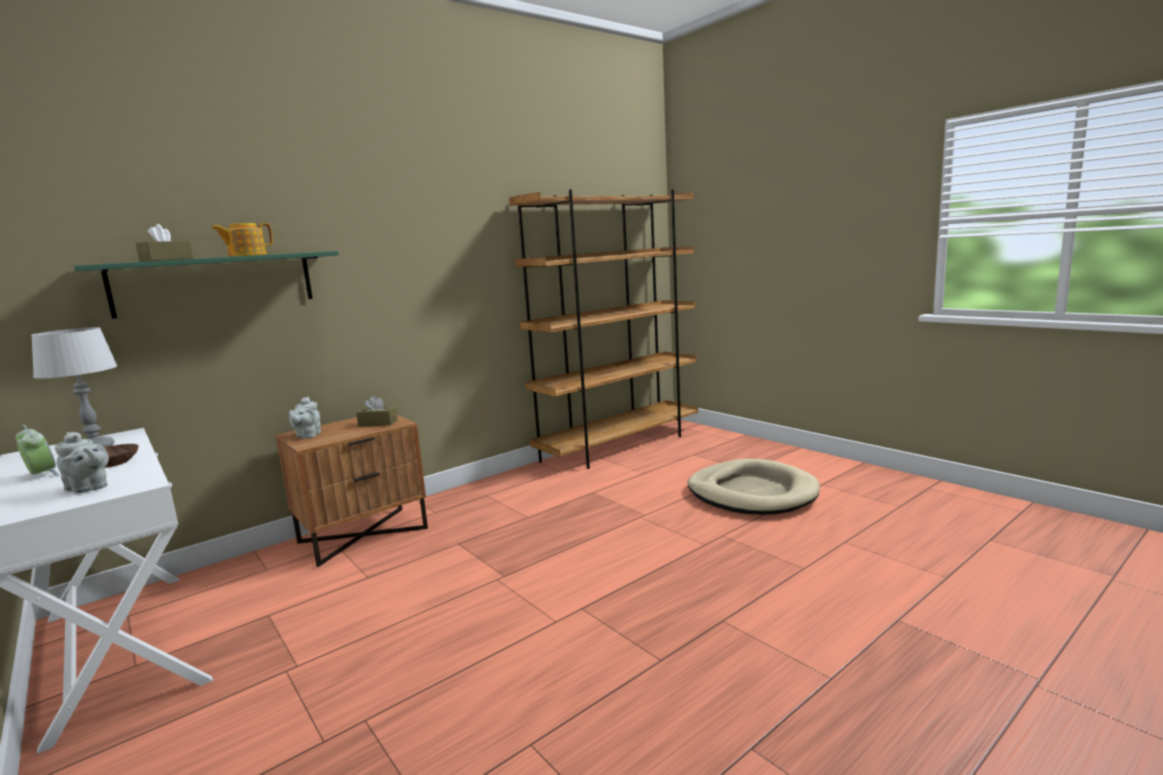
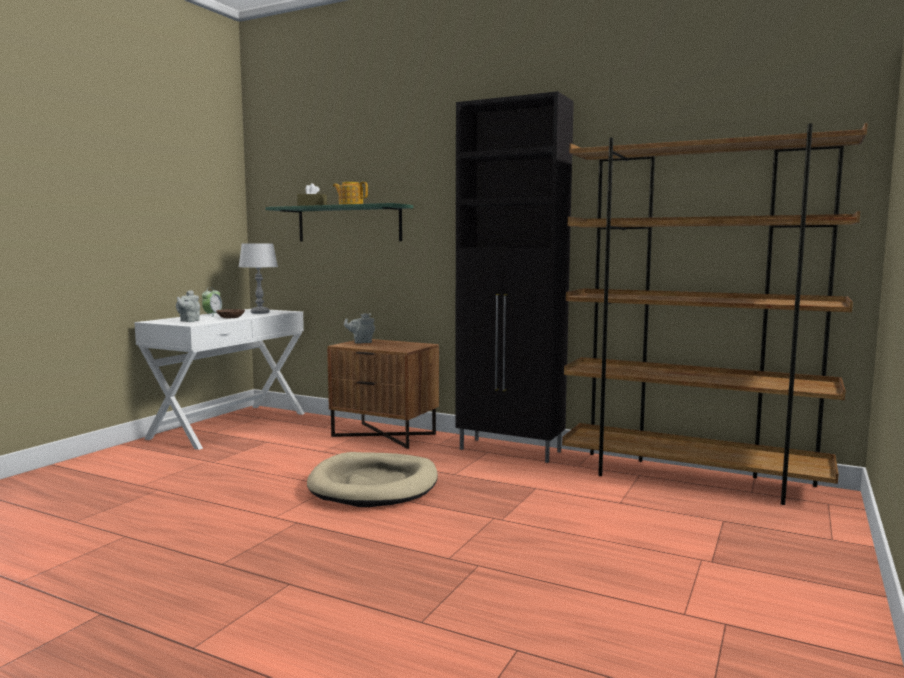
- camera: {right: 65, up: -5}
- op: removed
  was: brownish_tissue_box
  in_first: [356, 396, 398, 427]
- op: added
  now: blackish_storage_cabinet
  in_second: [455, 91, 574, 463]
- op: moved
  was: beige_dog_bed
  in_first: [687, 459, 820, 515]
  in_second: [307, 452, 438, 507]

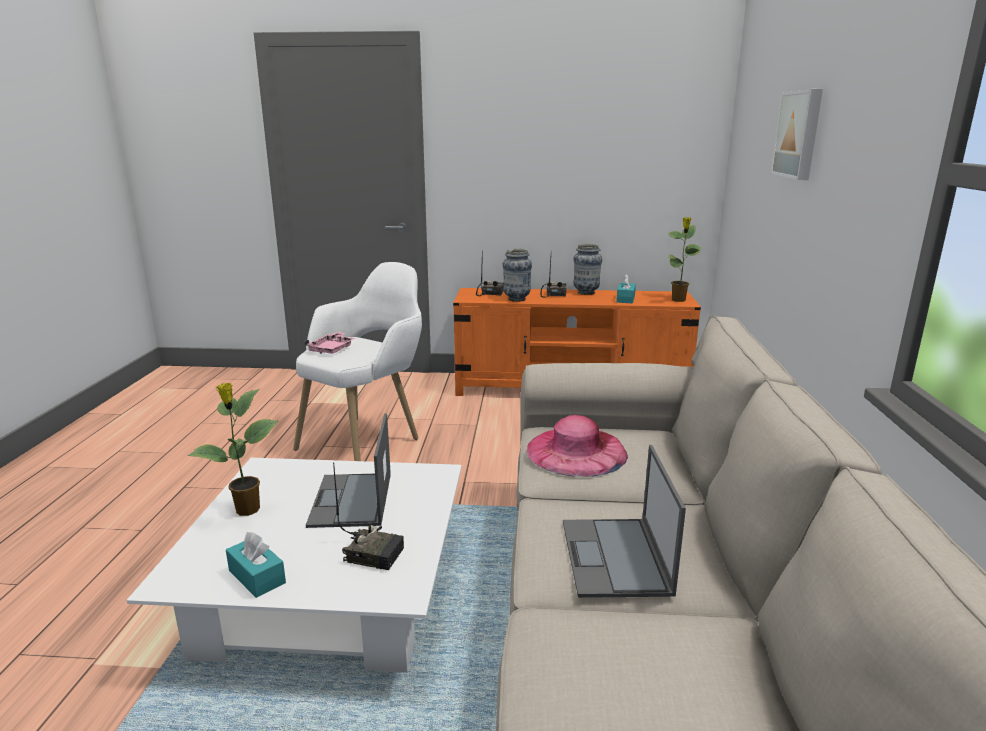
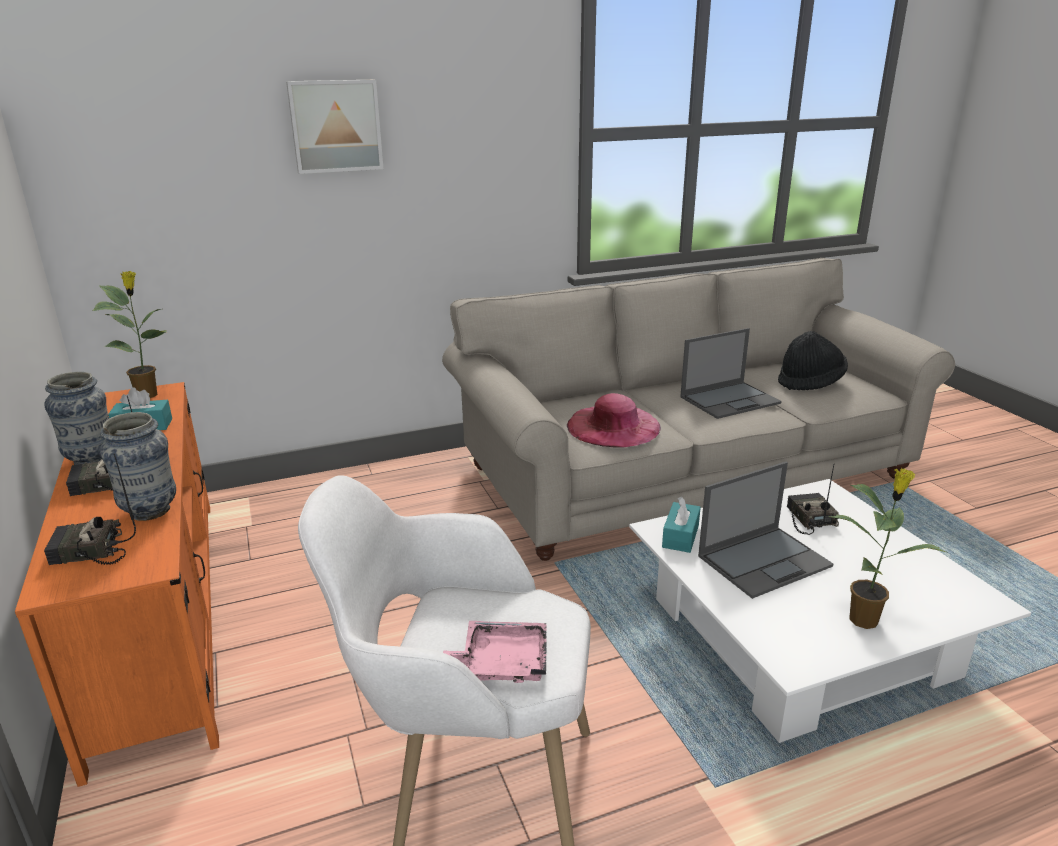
- camera: {right: -115, up: 5}
- op: added
  now: blackish_hat
  in_second: [778, 331, 848, 390]
- op: moved
  was: turquoise_tissue_box
  in_first: [226, 532, 286, 598]
  in_second: [662, 496, 701, 553]

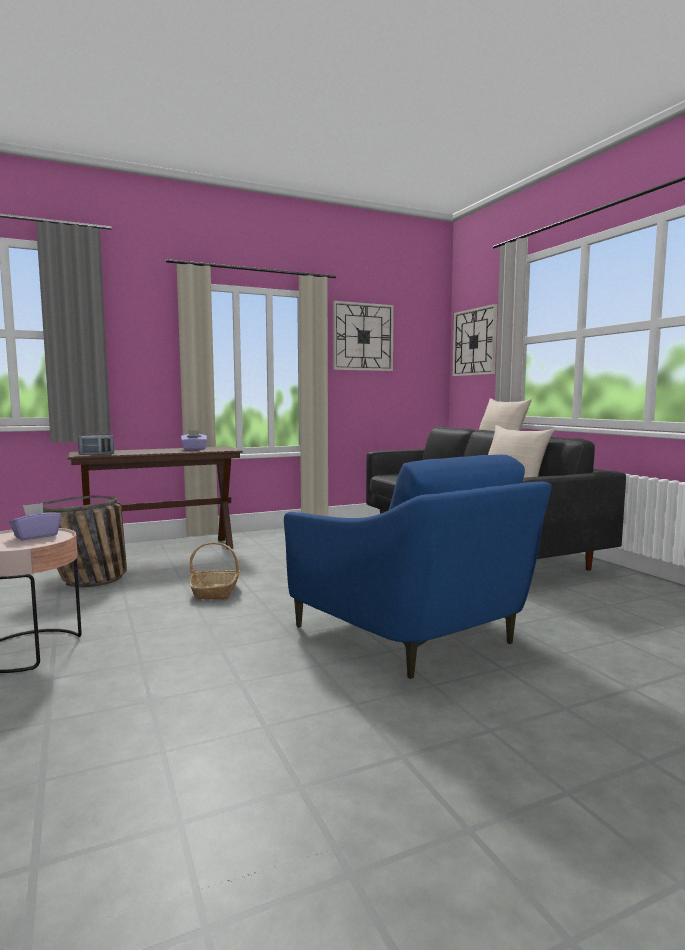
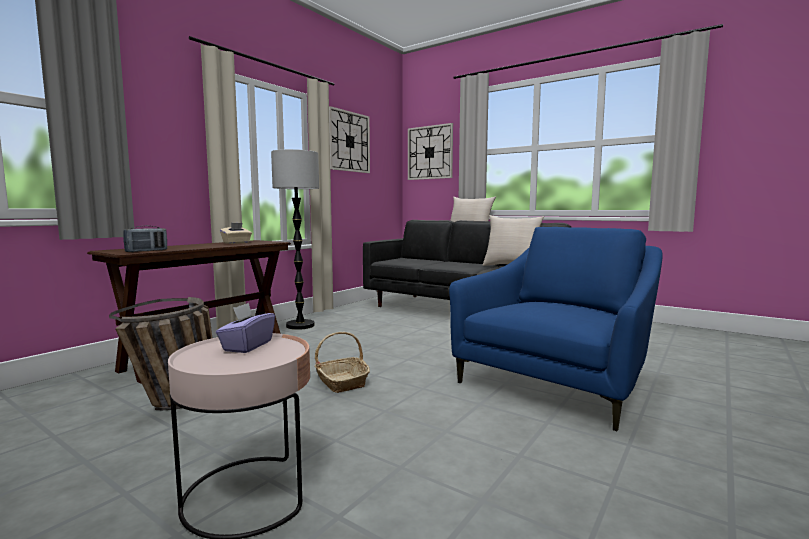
- camera: {right: -30, up: 0}
- op: added
  now: standing_lamp
  in_second: [271, 149, 319, 330]
- op: recoloured
  was: purplish_tissue_box
  now: beige_tissue_box
  in_first: [181, 430, 207, 450]
  in_second: [220, 223, 252, 244]
- op: turned
  was: bluish_lounge_chair
  in_first: [284, 455, 552, 679]
  in_second: [449, 227, 662, 431]
  clockwise: -75

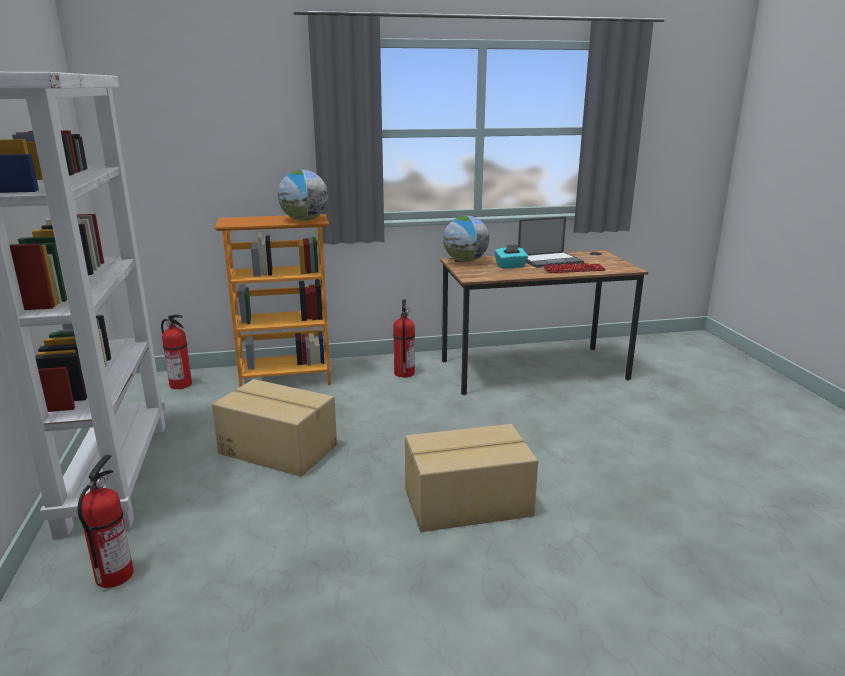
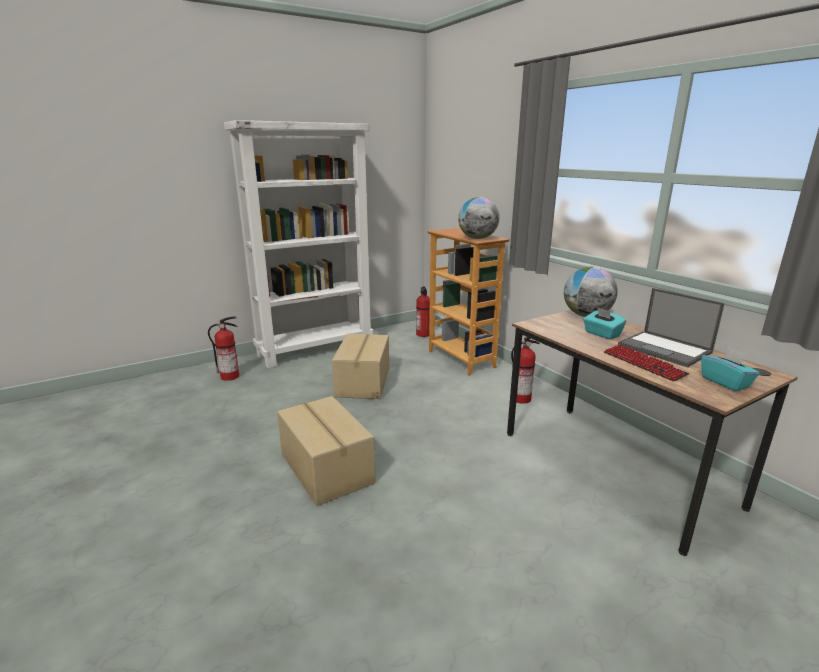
- camera: {right: 70, up: 0}
- op: added
  now: turquoise_tissue_box
  in_second: [701, 347, 760, 391]

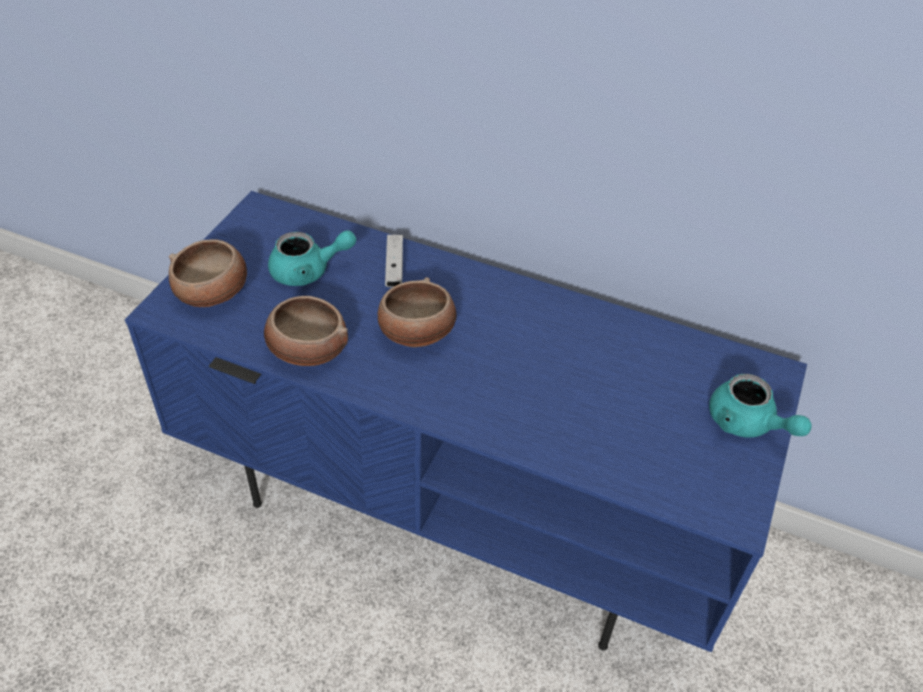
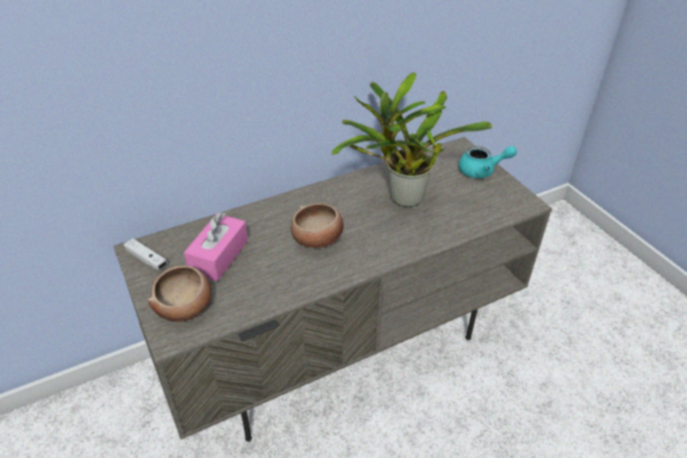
- camera: {right: -50, up: -5}
- op: removed
  was: bowl
  in_first: [264, 296, 348, 366]
- op: added
  now: potted_plant
  in_second: [332, 72, 492, 207]
- op: moved
  was: whitish_game_controller
  in_first: [385, 235, 403, 287]
  in_second: [124, 238, 167, 270]
- op: replaced
  was: turquoise_teapot
  now: pinkish_tissue_box
  in_first: [268, 230, 357, 286]
  in_second: [184, 212, 248, 281]
- op: recoloured
  was: bluish_tv_unit
  now: grey_tv_unit
  in_first: [125, 191, 807, 652]
  in_second: [113, 137, 552, 442]

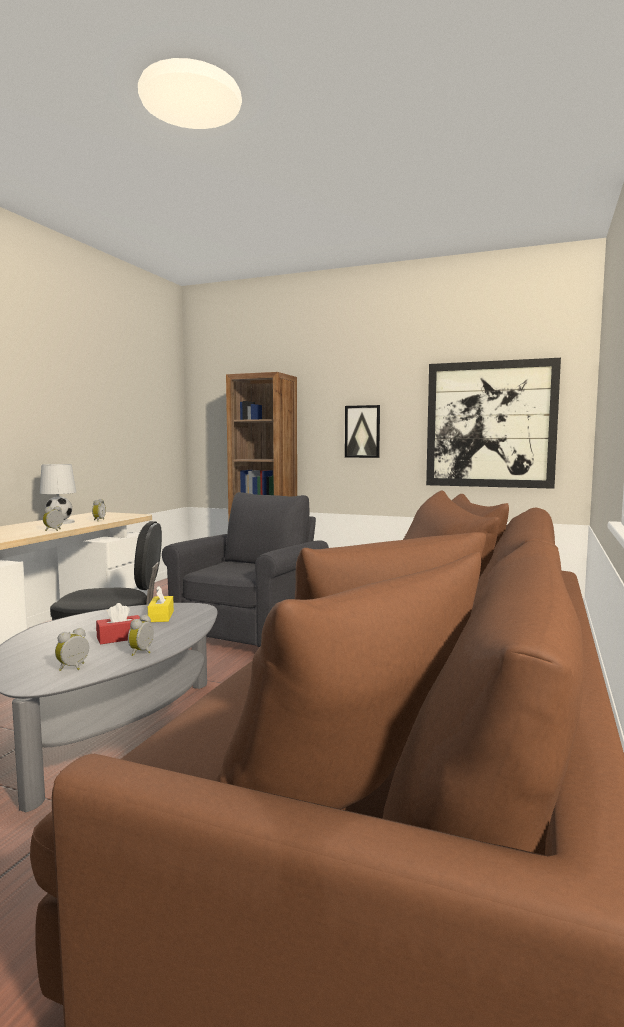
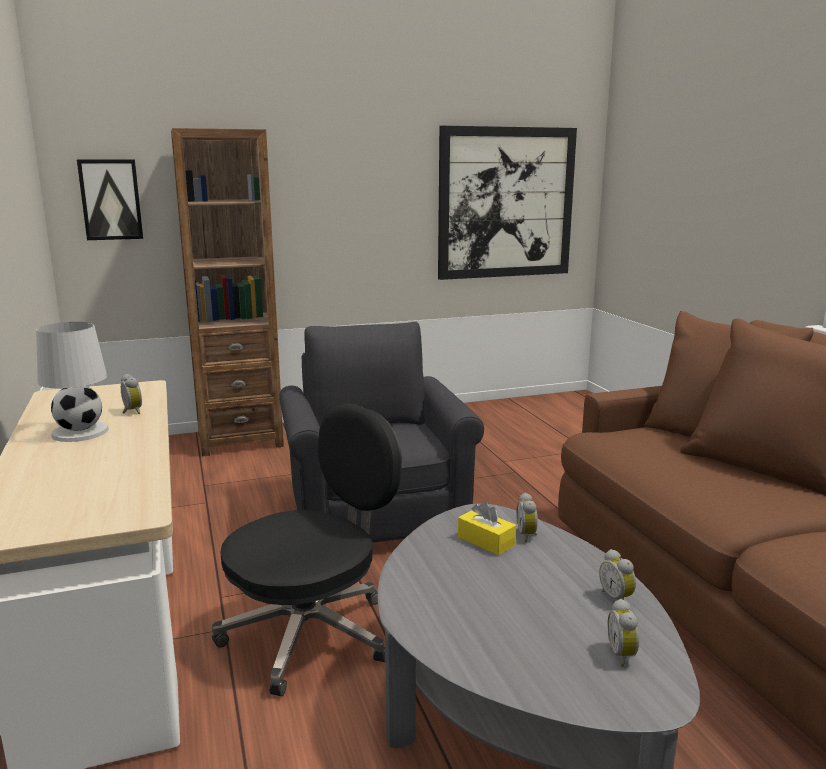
- camera: {right: -40, up: 10}
- op: removed
  was: red_tissue_box
  in_first: [96, 603, 140, 644]
- op: moved
  was: alarm_clock
  in_first: [43, 506, 64, 531]
  in_second: [516, 493, 537, 542]
- op: moved
  was: wall_art
  in_first: [345, 405, 380, 458]
  in_second: [77, 159, 143, 240]

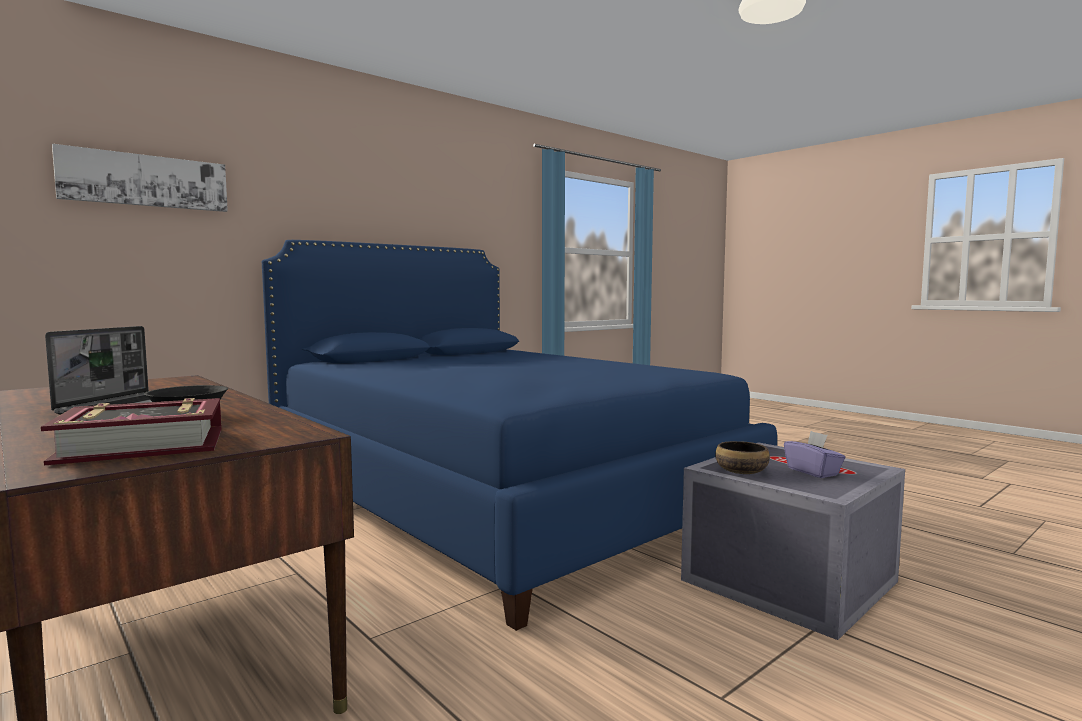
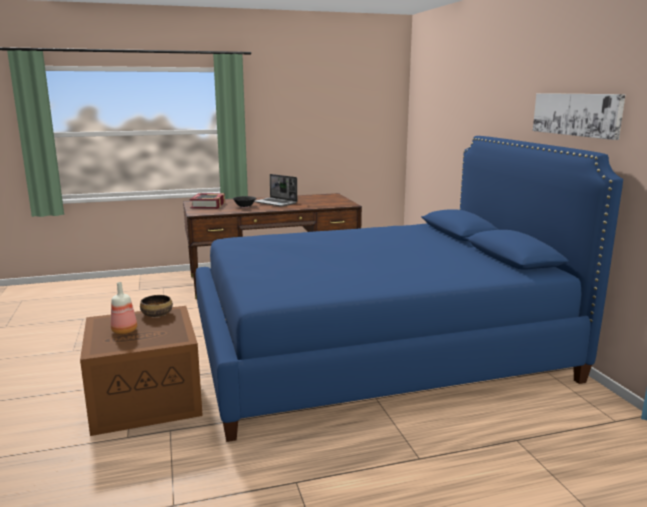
- camera: {right: 115, up: 10}
- op: moved
  was: wall_art
  in_first: [52, 144, 228, 212]
  in_second: [533, 93, 625, 140]
- op: replaced
  was: purplish_tissue_box
  now: beverage_bottle
  in_first: [784, 431, 846, 478]
  in_second: [111, 282, 137, 334]
- op: recoloured
  was: grey_storage_box
  now: brownish_storage_box
  in_first: [681, 442, 905, 640]
  in_second: [80, 306, 203, 436]

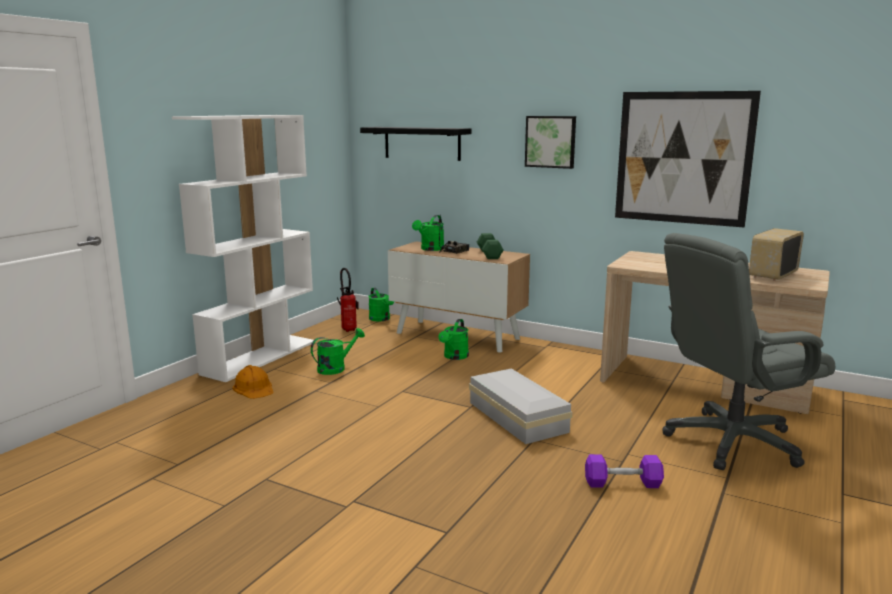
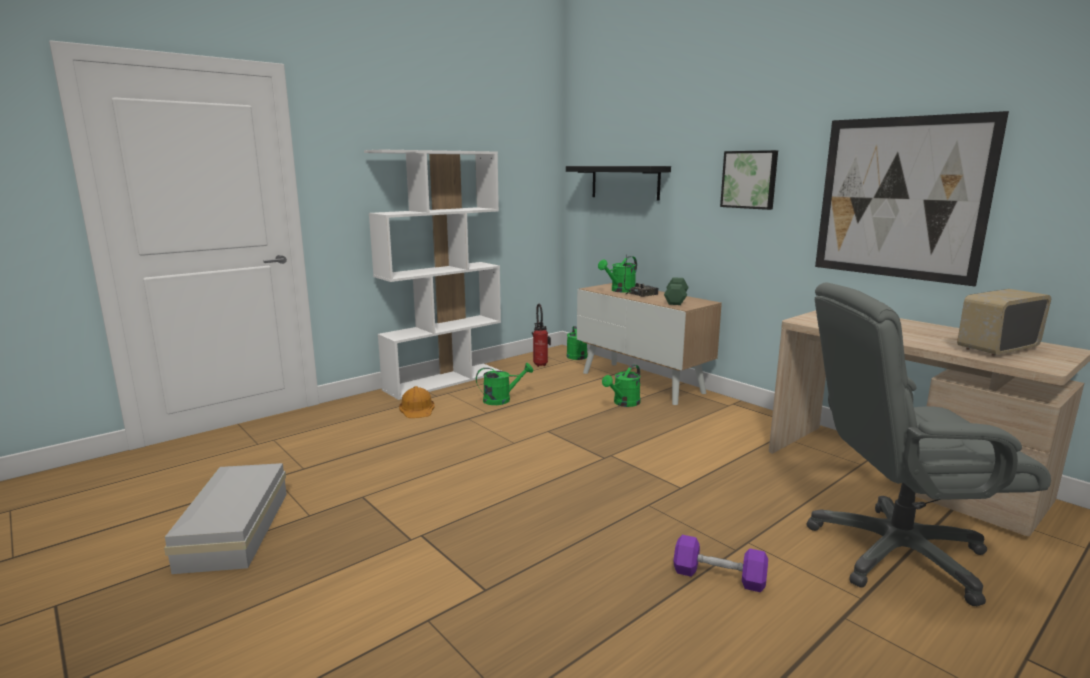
- camera: {right: 20, up: 0}
- op: moved
  was: whitish_storage_box
  in_first: [469, 368, 572, 444]
  in_second: [164, 463, 287, 574]

